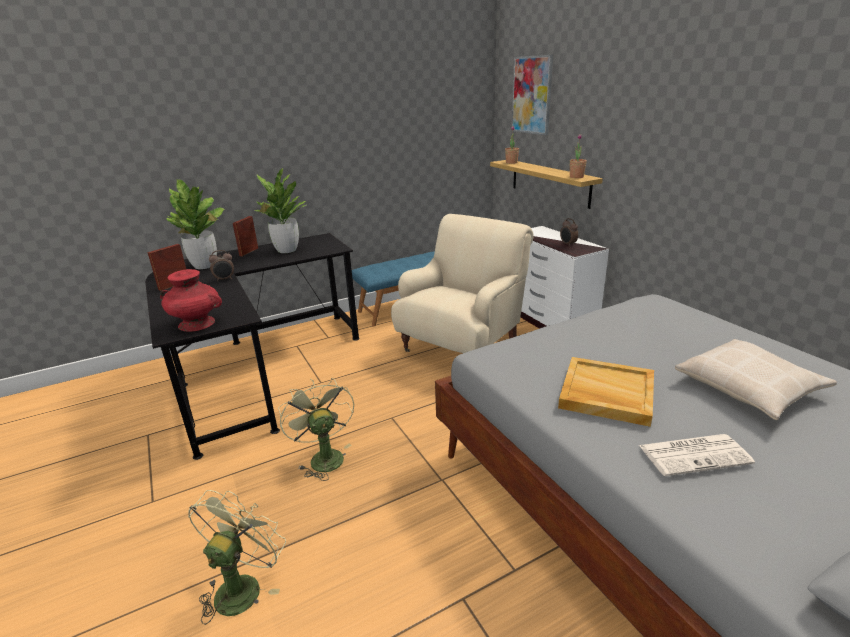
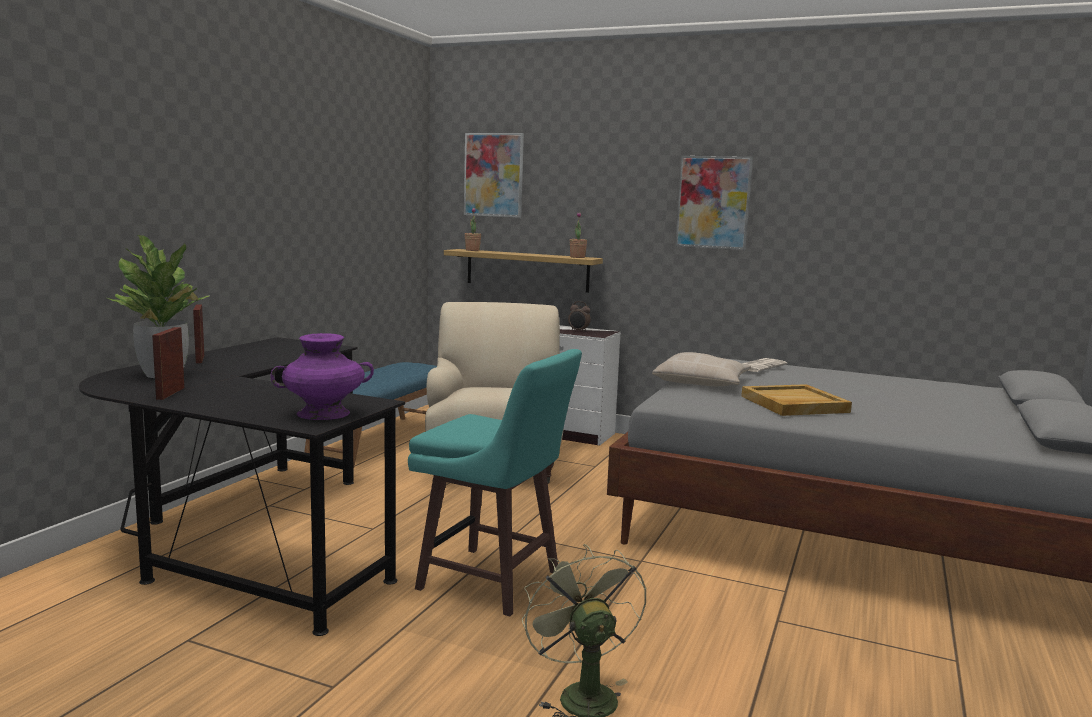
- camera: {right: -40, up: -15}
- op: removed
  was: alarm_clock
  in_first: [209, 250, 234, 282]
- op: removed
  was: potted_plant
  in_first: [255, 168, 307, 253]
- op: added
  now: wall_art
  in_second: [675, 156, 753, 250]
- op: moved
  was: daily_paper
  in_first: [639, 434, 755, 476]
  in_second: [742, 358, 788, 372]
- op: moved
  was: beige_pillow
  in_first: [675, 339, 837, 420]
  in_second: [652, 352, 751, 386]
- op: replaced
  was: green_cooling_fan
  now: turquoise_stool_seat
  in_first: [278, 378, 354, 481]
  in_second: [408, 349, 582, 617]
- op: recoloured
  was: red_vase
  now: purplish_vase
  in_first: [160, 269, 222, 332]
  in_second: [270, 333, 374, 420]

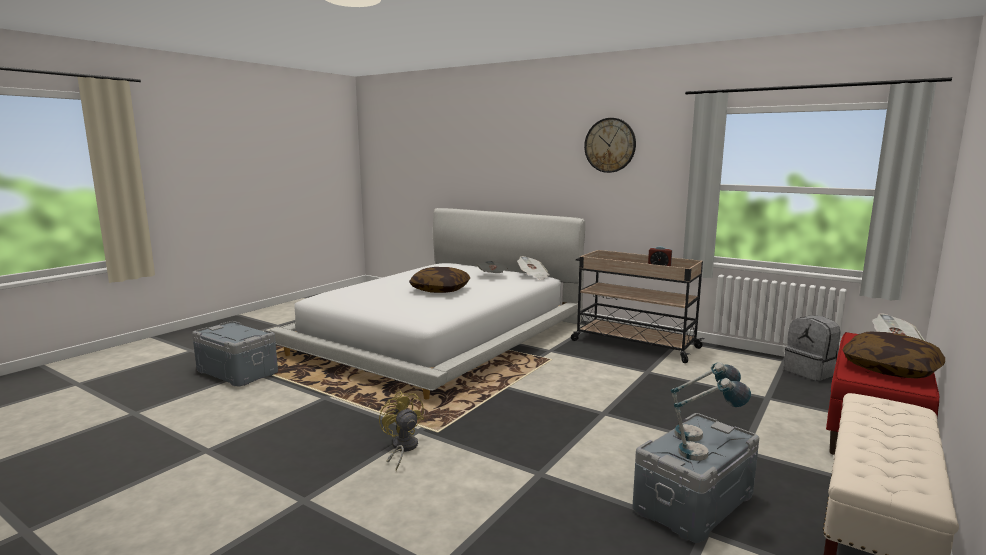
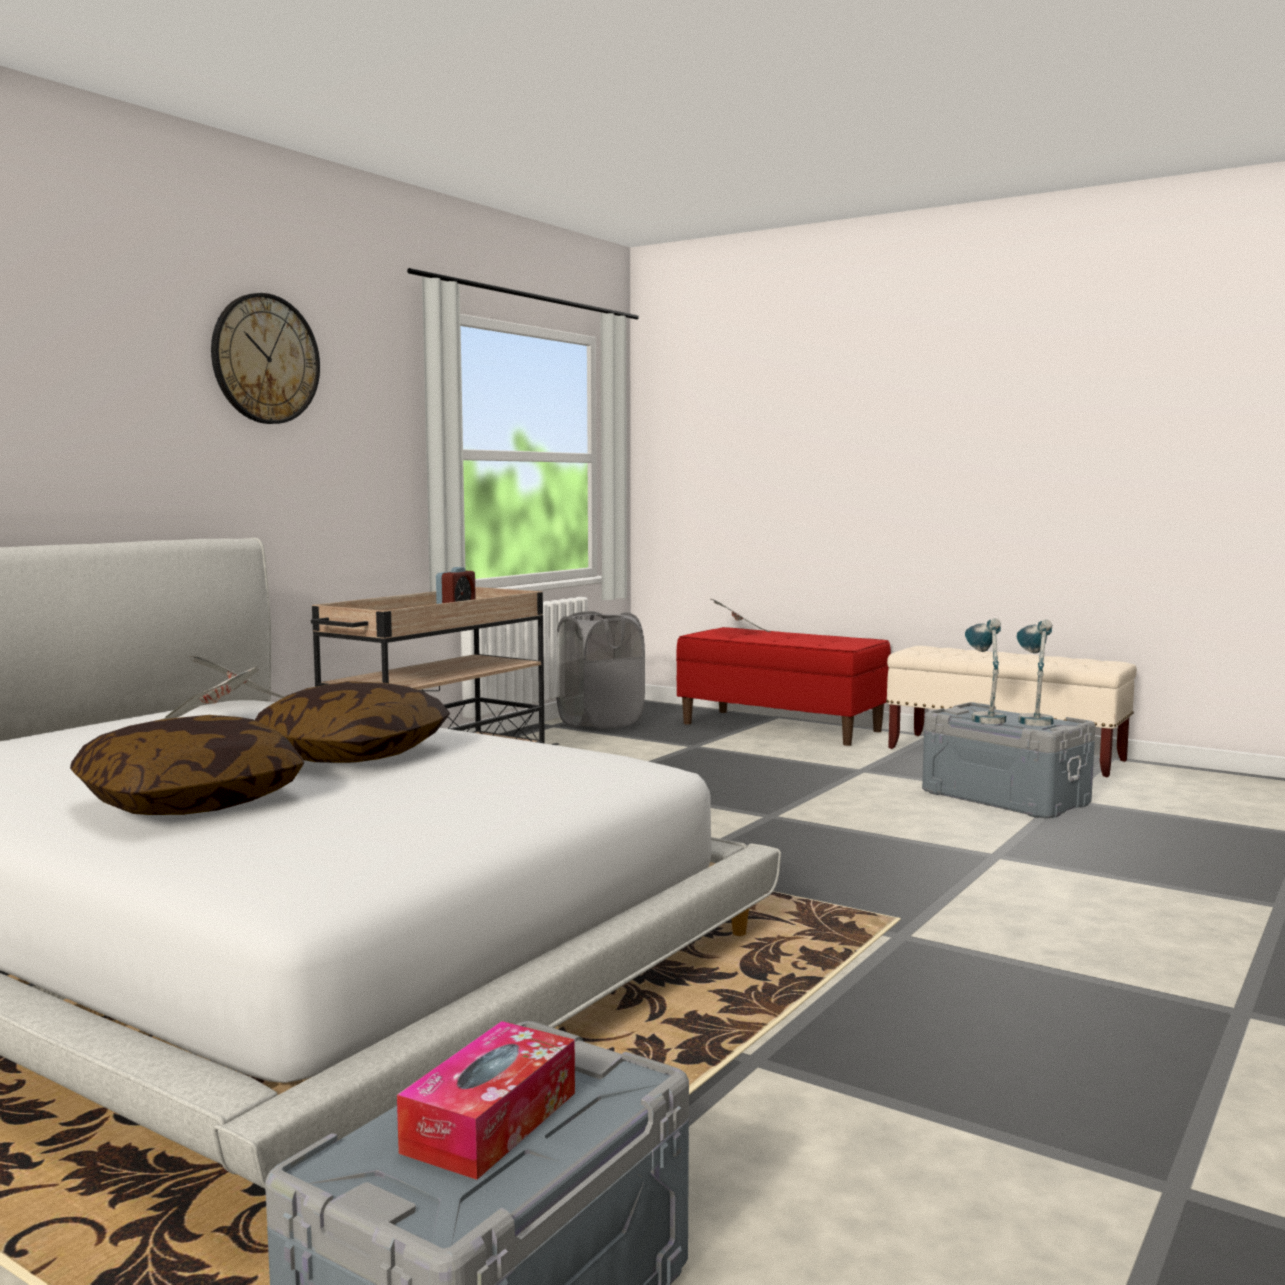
- camera: {right: -90, up: -5}
- op: removed
  was: yellow-coloured_cooling_fan
  in_first: [379, 391, 424, 471]
- op: added
  now: tissue_box
  in_second: [397, 1021, 575, 1180]
- op: moved
  was: pillow
  in_first: [843, 332, 945, 379]
  in_second: [70, 715, 304, 815]
- op: replaced
  was: grey_knapsack
  now: grey_washing_basket
  in_first: [784, 315, 841, 381]
  in_second: [556, 611, 645, 729]

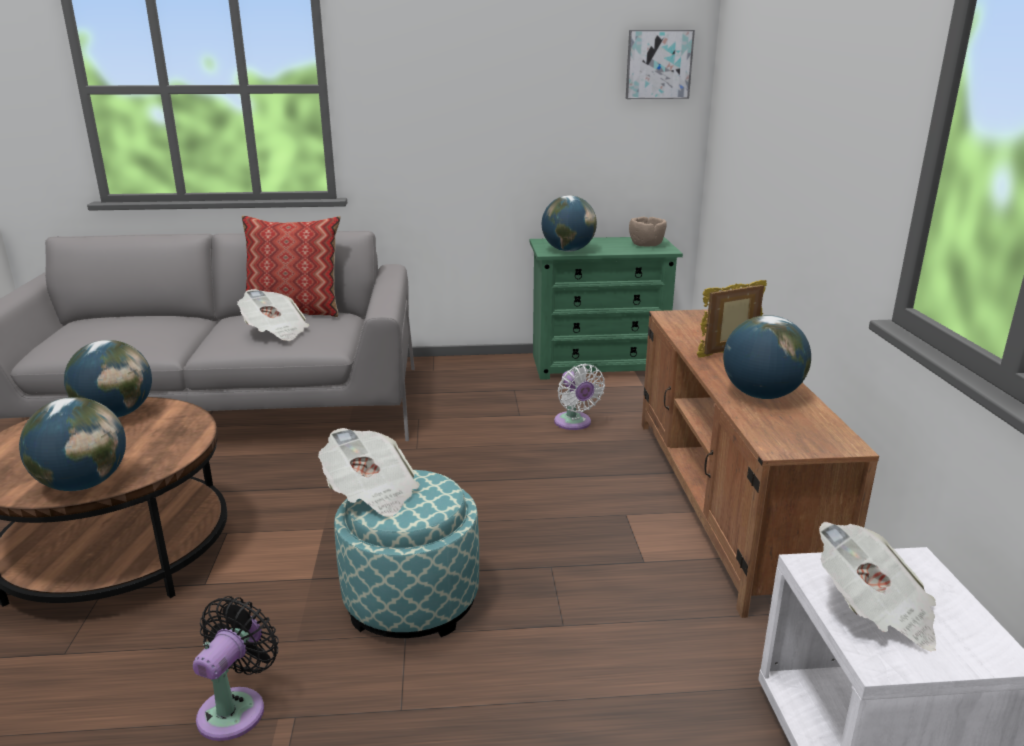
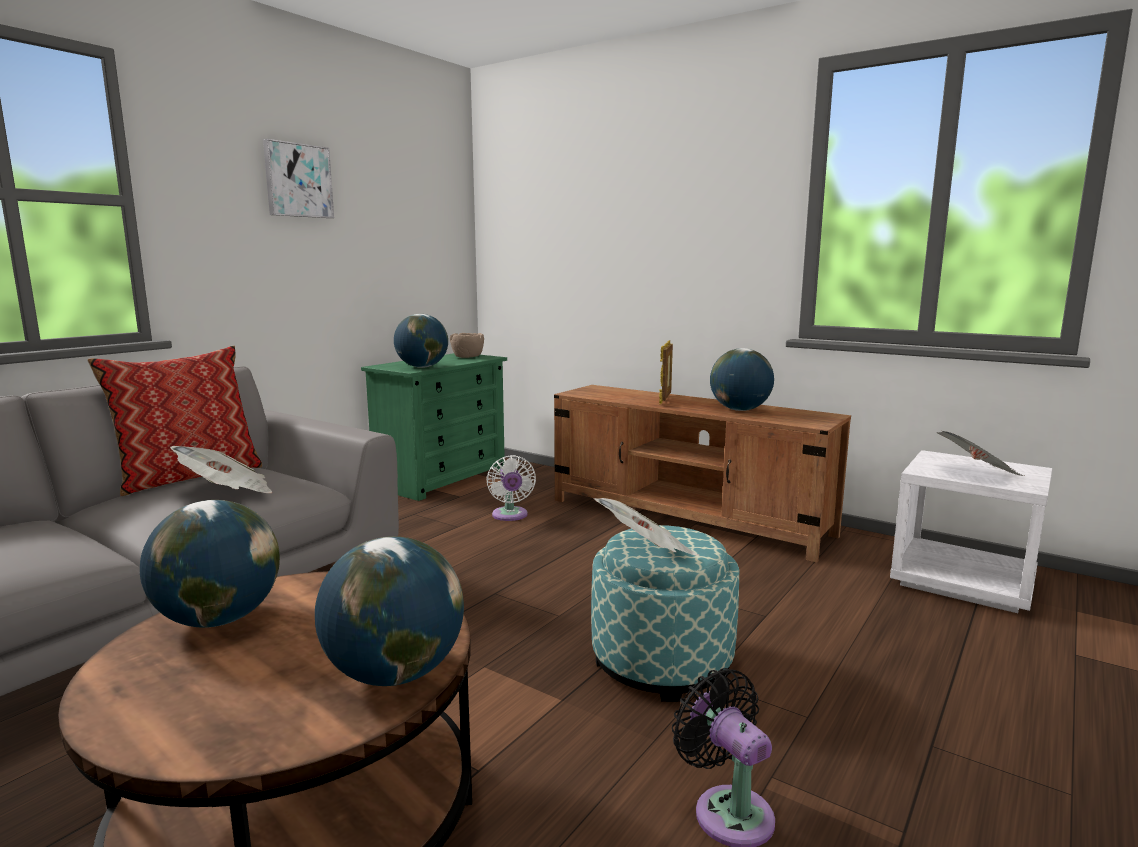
- camera: {right: -50, up: -10}
- op: moved
  was: wall_art
  in_first: [626, 30, 695, 99]
  in_second: [263, 139, 334, 218]
- op: turned
  was: whitish_cooling_fan
  in_first: [554, 364, 605, 430]
  in_second: [486, 455, 536, 521]
  clockwise: 60

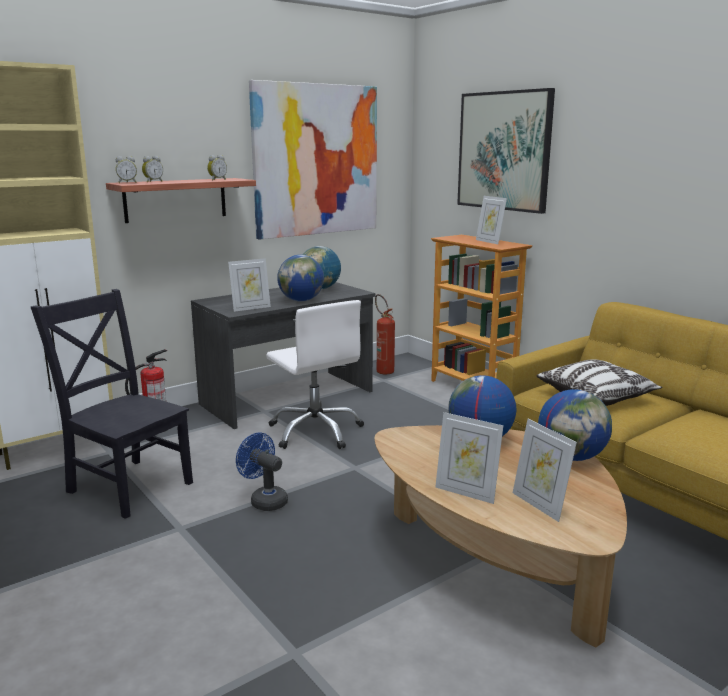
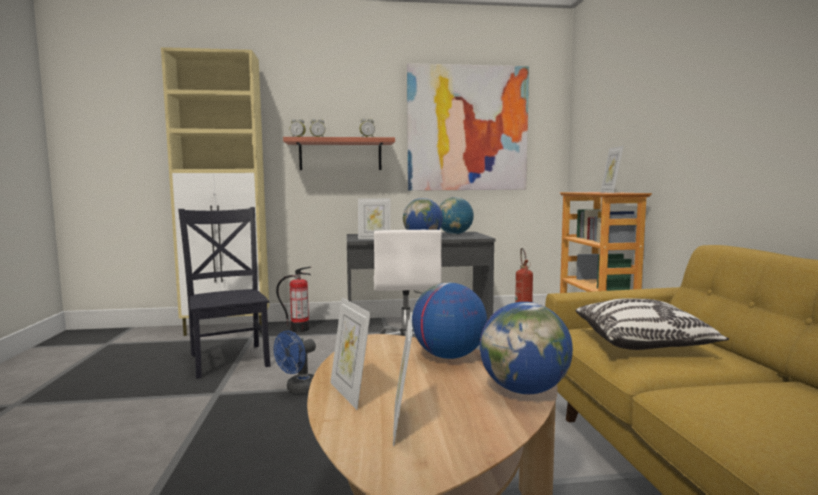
- camera: {right: 30, up: -10}
- op: removed
  was: wall_art
  in_first: [457, 88, 555, 214]
- op: turned
  was: bluish_cooling_fan
  in_first: [236, 433, 288, 511]
  in_second: [274, 331, 316, 394]
  clockwise: -120

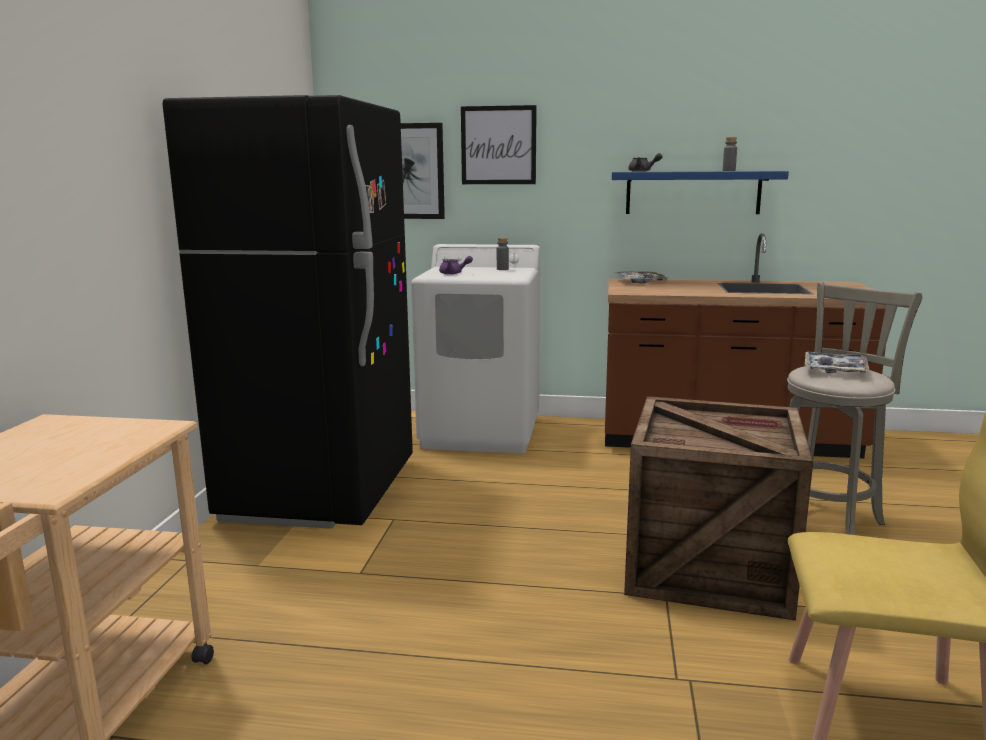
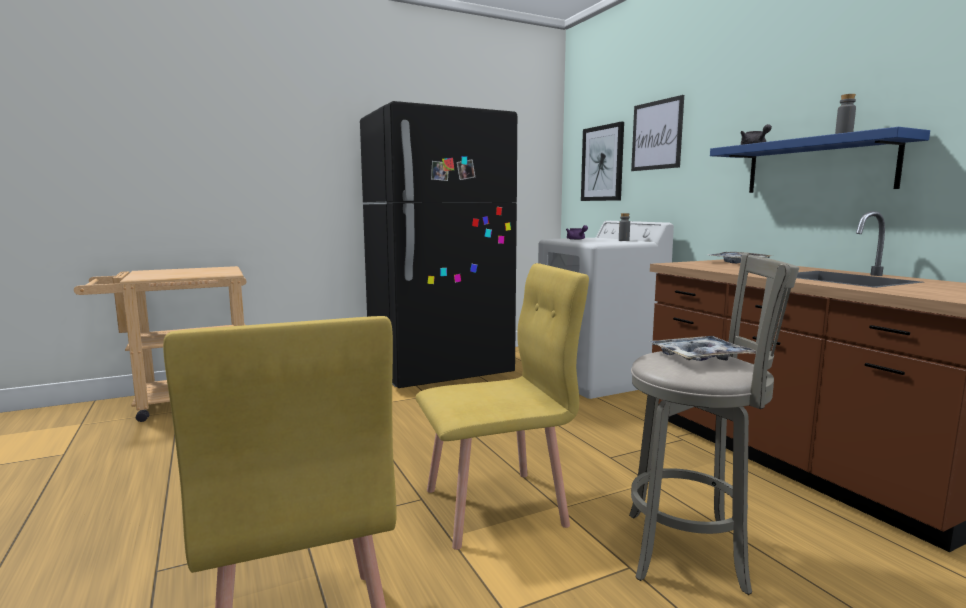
- camera: {right: 55, up: -5}
- op: replaced
  was: shipping_crate
  now: yellow-coloured_plain_chair
  in_first: [624, 396, 813, 620]
  in_second: [416, 263, 589, 550]

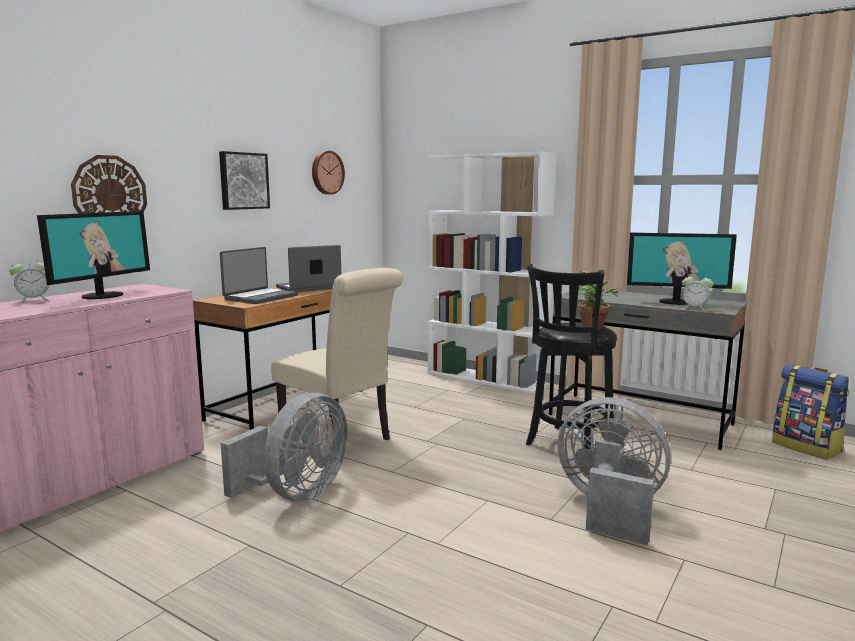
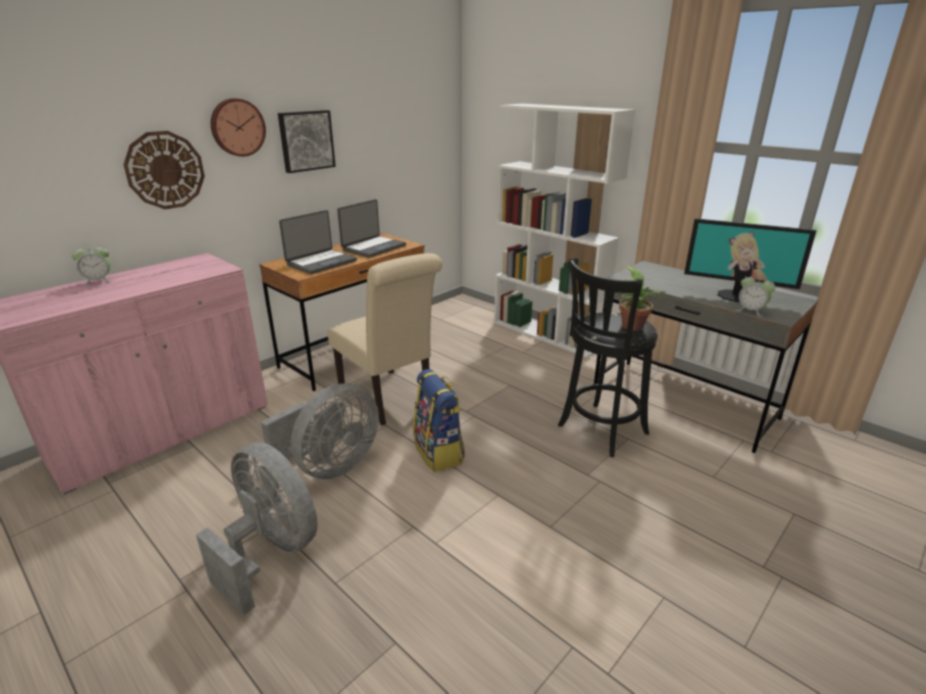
- camera: {right: 10, up: 15}
- op: removed
  was: computer_display
  in_first: [37, 211, 150, 299]
- op: moved
  was: hanging_clock
  in_first: [312, 151, 345, 195]
  in_second: [211, 98, 266, 157]
- op: moved
  was: grey_cooling_fan
  in_first: [557, 397, 671, 545]
  in_second: [196, 442, 318, 615]
- op: moved
  was: knapsack
  in_first: [772, 364, 850, 460]
  in_second: [413, 369, 465, 472]
- op: turned
  was: notebook_computer
  in_first: [276, 245, 341, 292]
  in_second: [337, 199, 406, 258]
  clockwise: 150

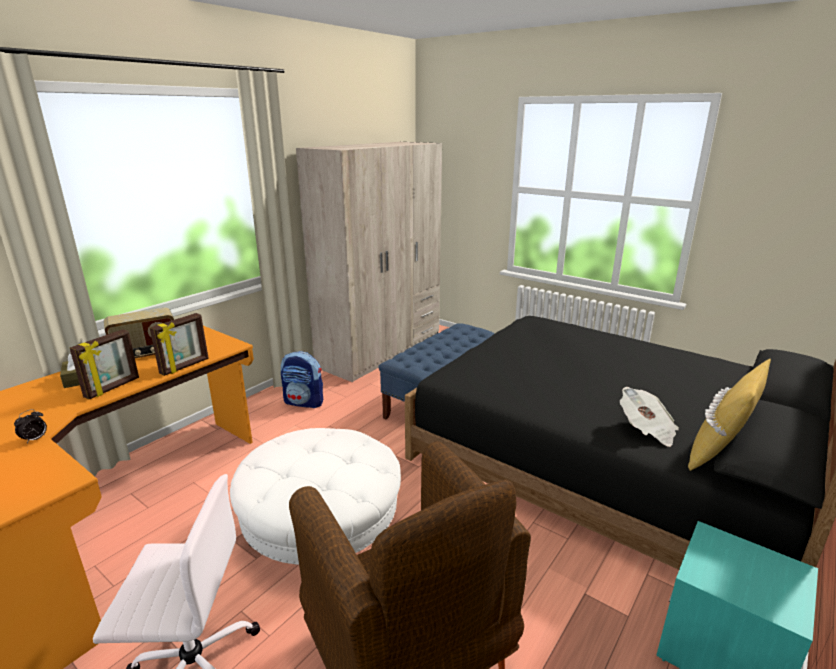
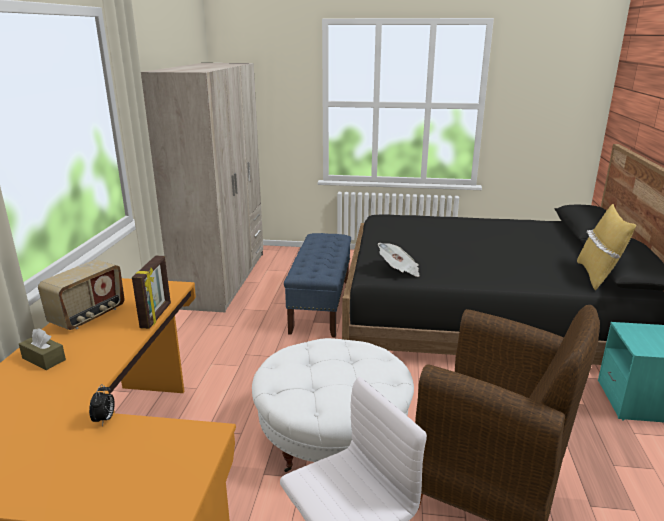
- camera: {right: -30, up: 0}
- op: removed
  was: picture_frame
  in_first: [70, 329, 139, 400]
- op: removed
  was: knapsack
  in_first: [281, 351, 323, 408]
- op: moved
  was: daily_paper
  in_first: [620, 387, 679, 447]
  in_second: [378, 243, 419, 277]

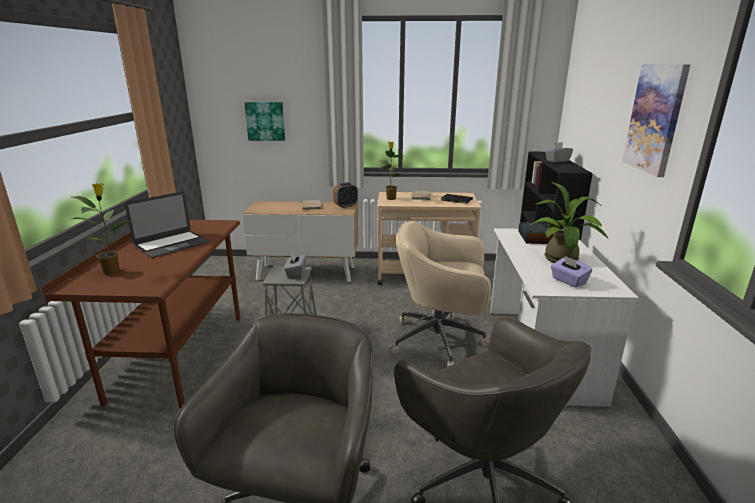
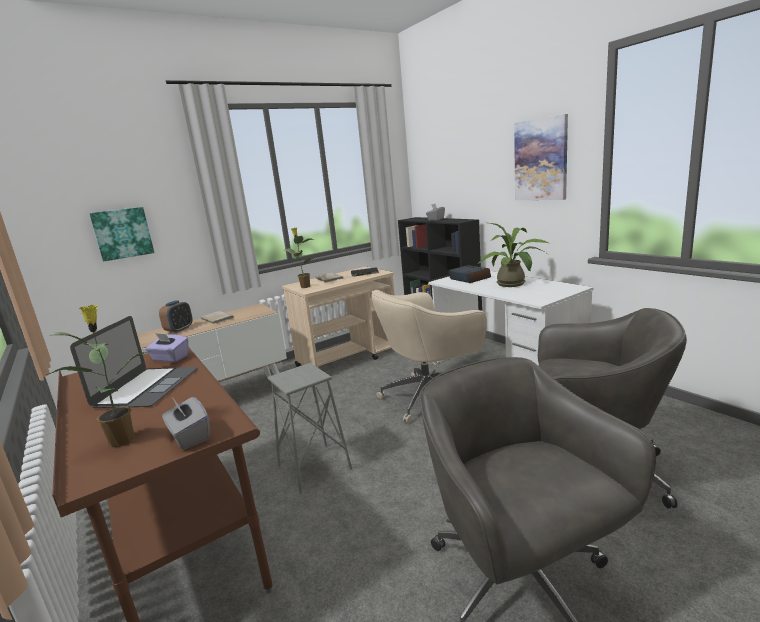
- camera: {right: -35, up: -5}
- op: moved
  was: grey_tissue_box
  in_first: [284, 251, 306, 278]
  in_second: [162, 397, 210, 450]
- op: moved
  was: alarm_clock
  in_first: [333, 182, 358, 208]
  in_second: [159, 300, 193, 333]
- op: moved
  was: purplish_tissue_box
  in_first: [551, 256, 592, 287]
  in_second: [145, 333, 188, 362]

